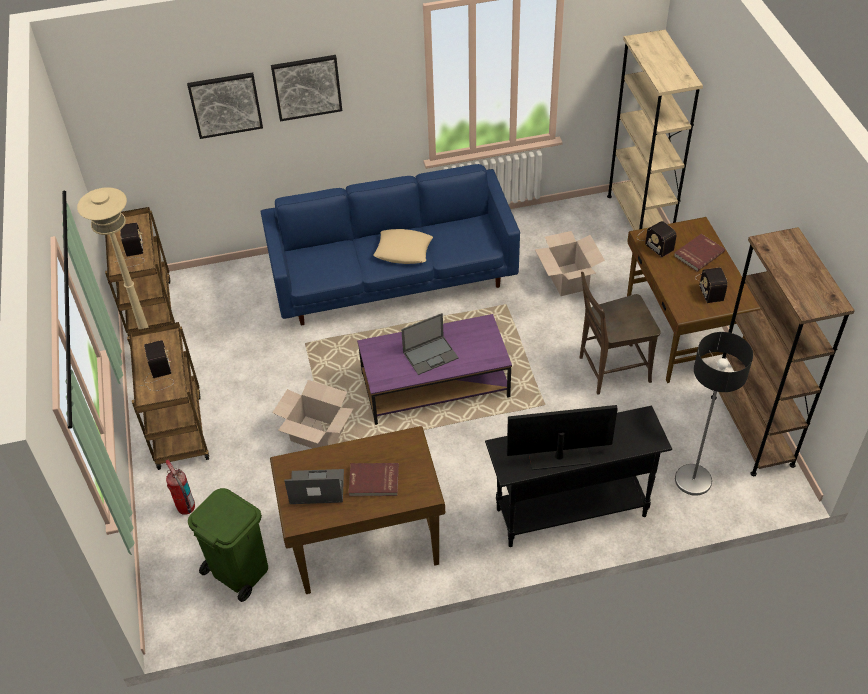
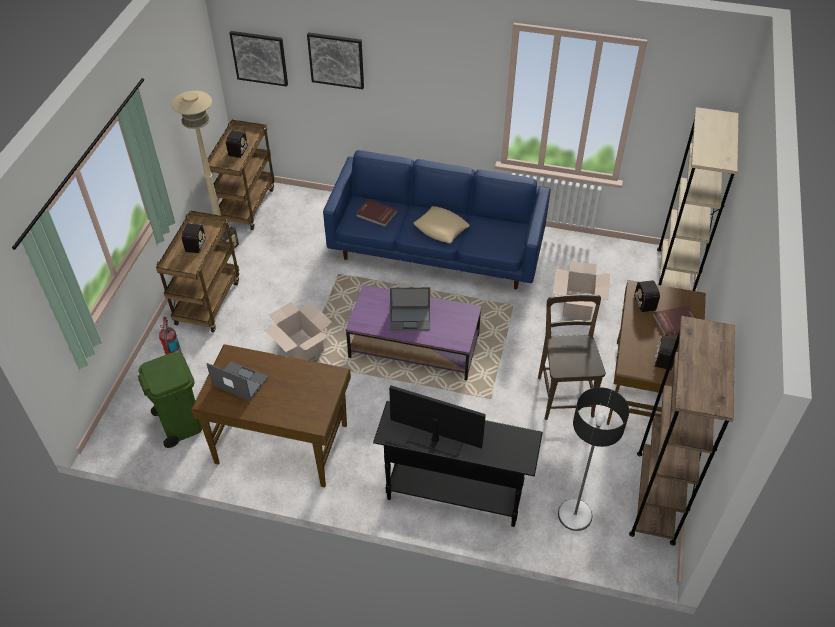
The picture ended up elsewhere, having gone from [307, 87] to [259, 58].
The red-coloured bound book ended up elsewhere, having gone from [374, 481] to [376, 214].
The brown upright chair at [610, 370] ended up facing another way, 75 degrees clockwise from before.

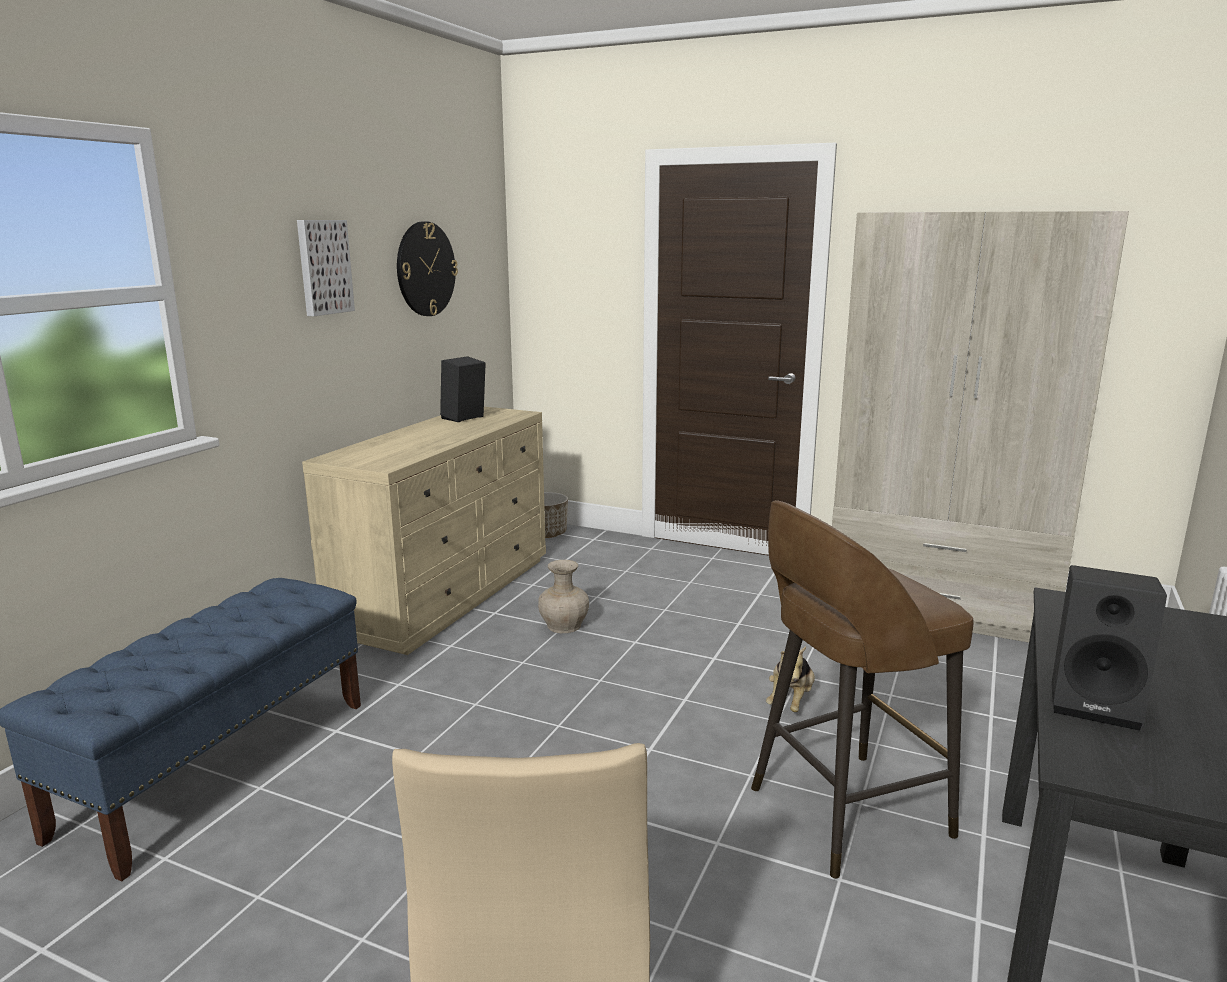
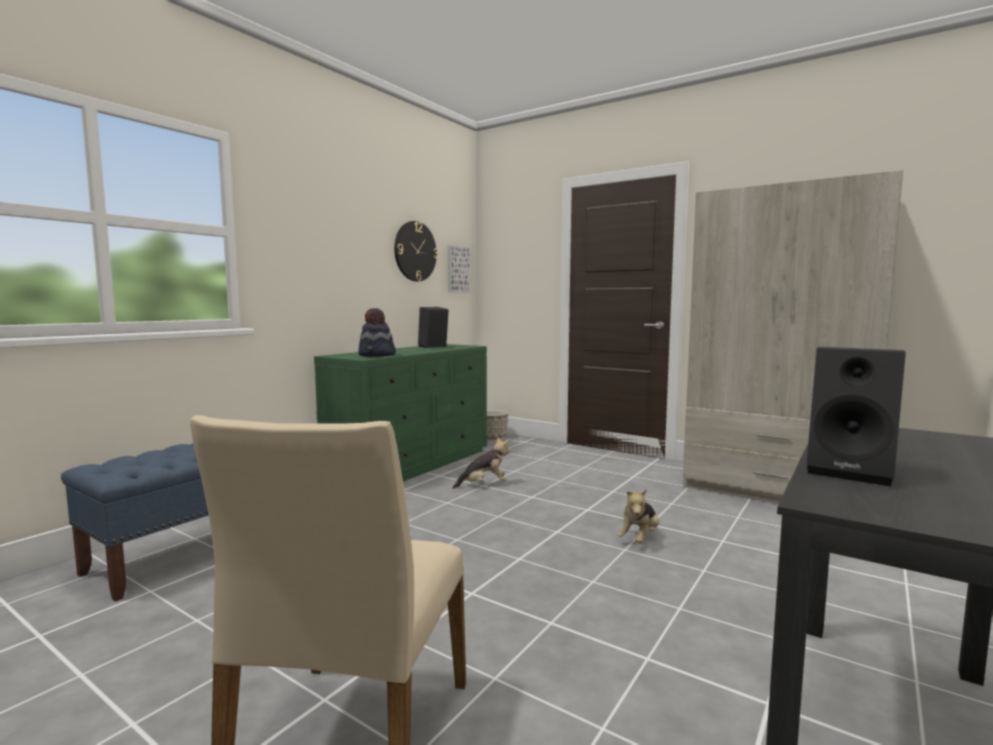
The second view lost the brown sitting stool at [843, 813].
The second view gained the wearable hat at [377, 355].
The picture ended up elsewhere, having gone from [323, 267] to [457, 269].
Where the beige decorative vase stood at [563, 626], the cuddly toy came to stand at [484, 485].
What was the beige drawer chest at [447, 595] turned into the green-coloured drawer chest at [412, 464].

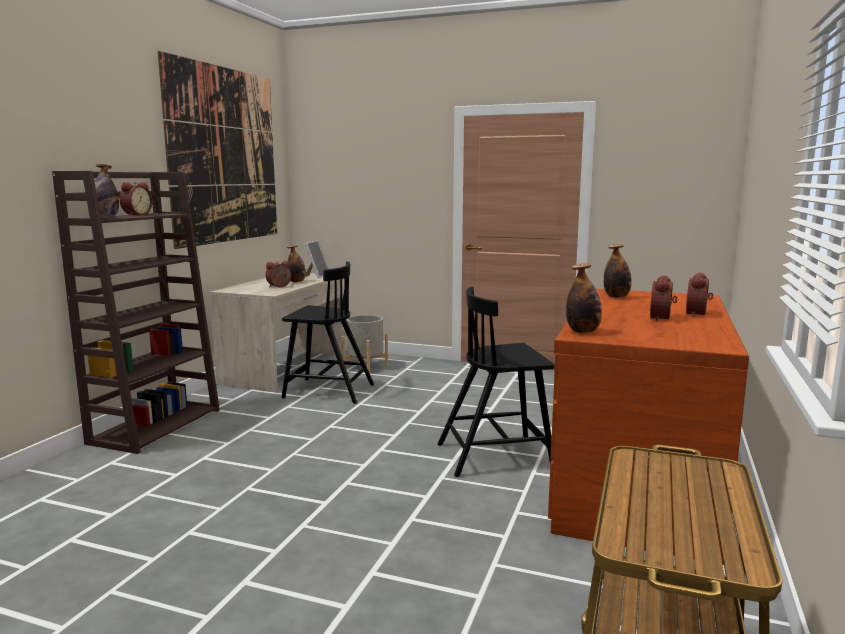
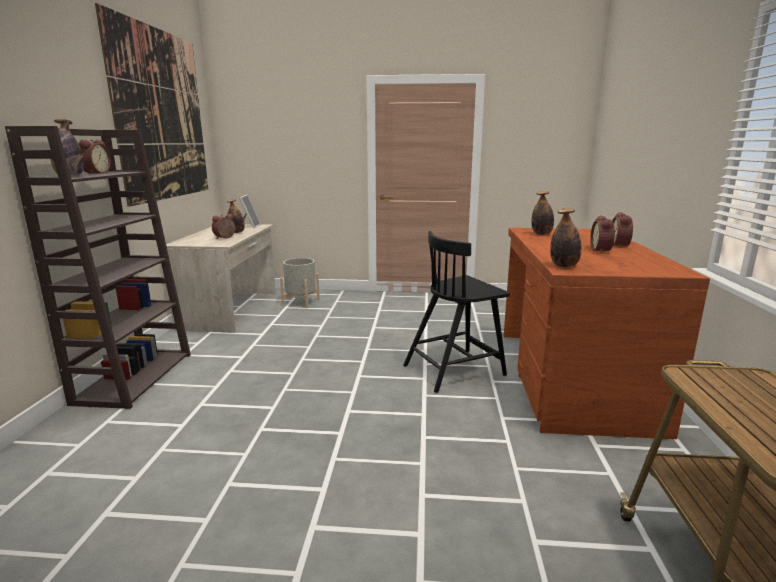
The second view lost the blackish upright chair at [327, 391].

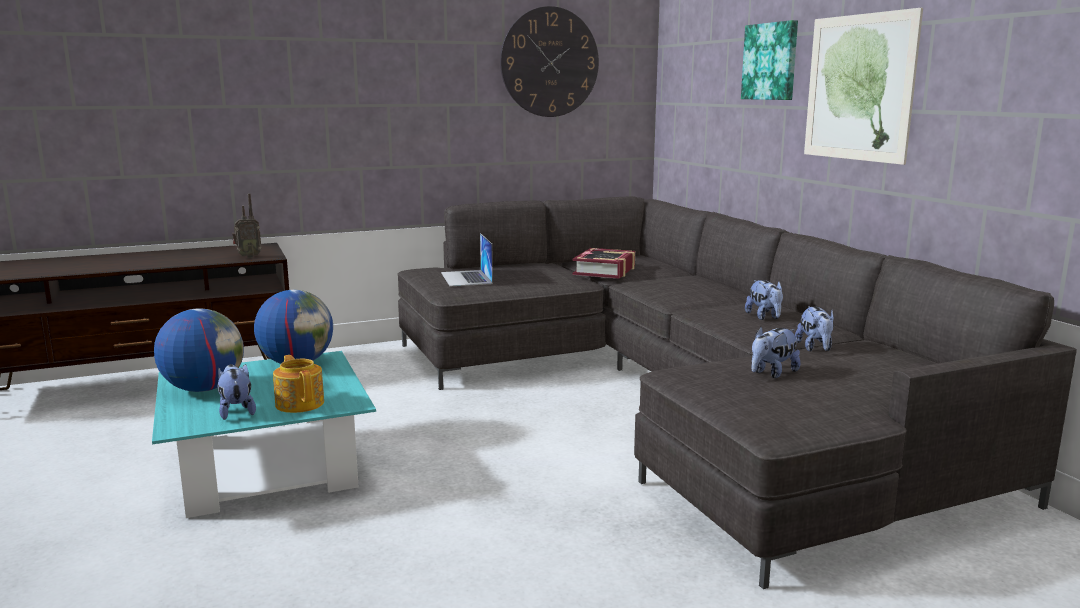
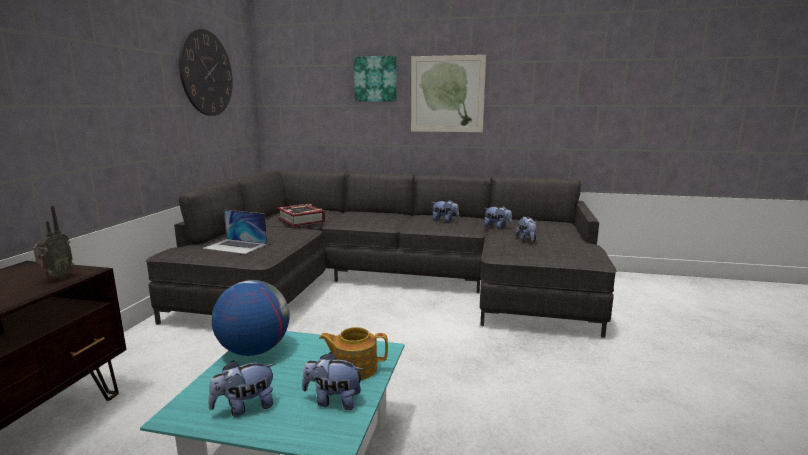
Where the globe stood at [203, 389], the cuddly toy came to stand at [245, 407].

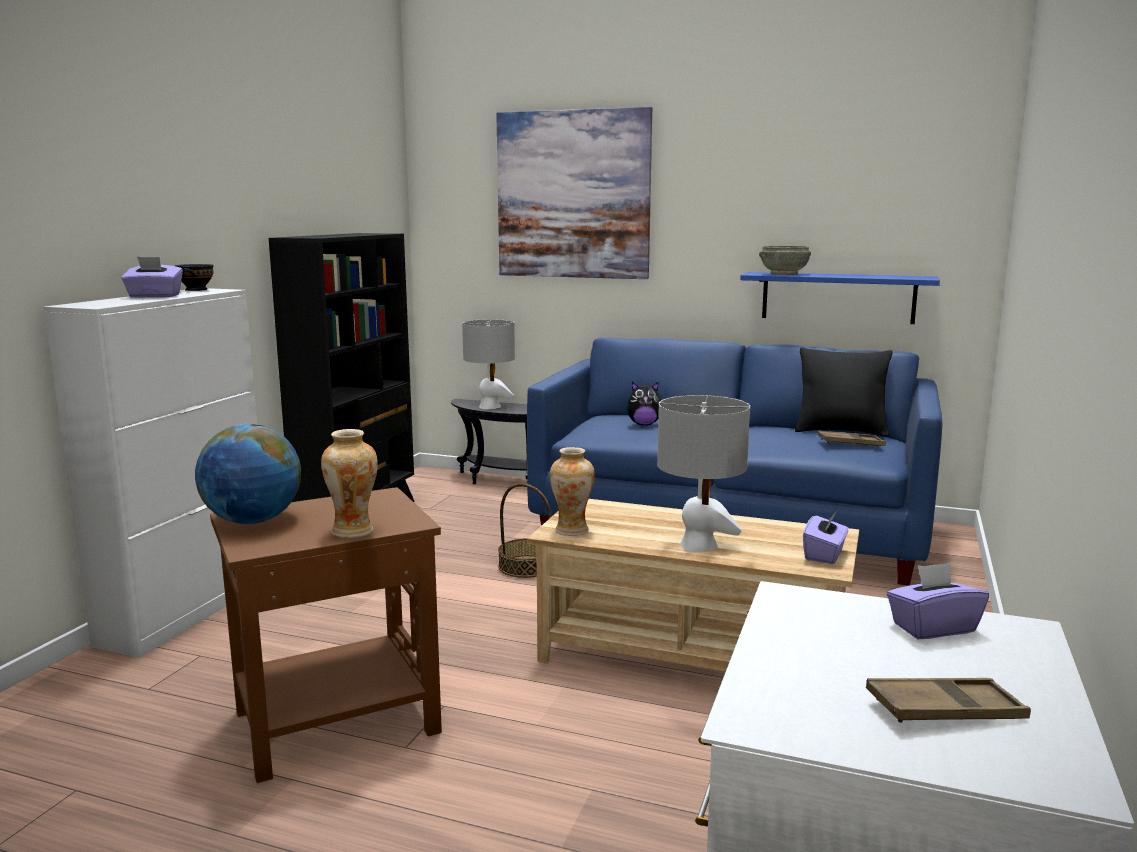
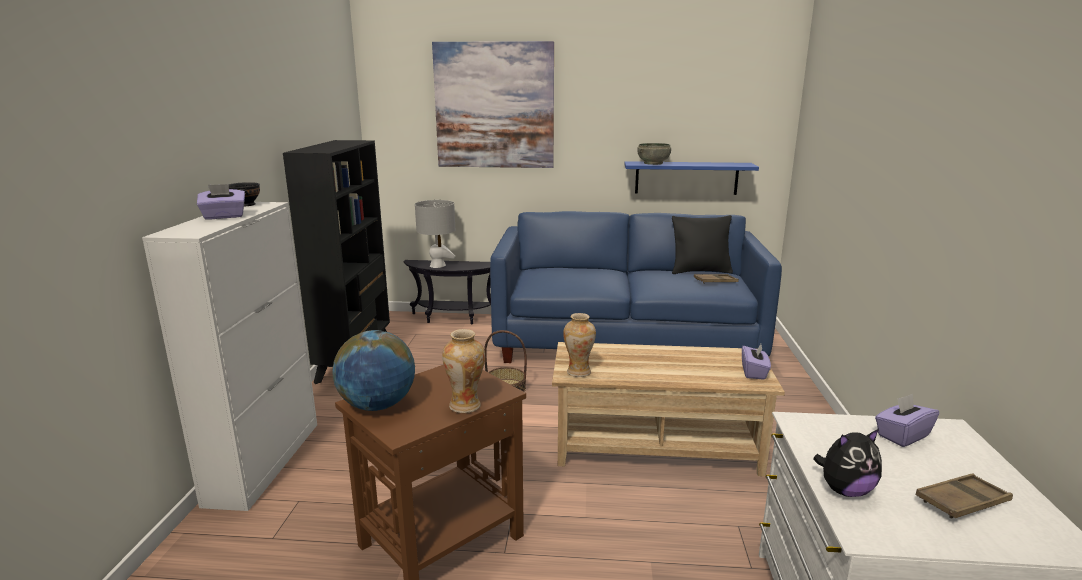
The second view lost the grey tabletop lamp at [699, 545].
The cuddly toy ended up elsewhere, having gone from [644, 424] to [845, 490].

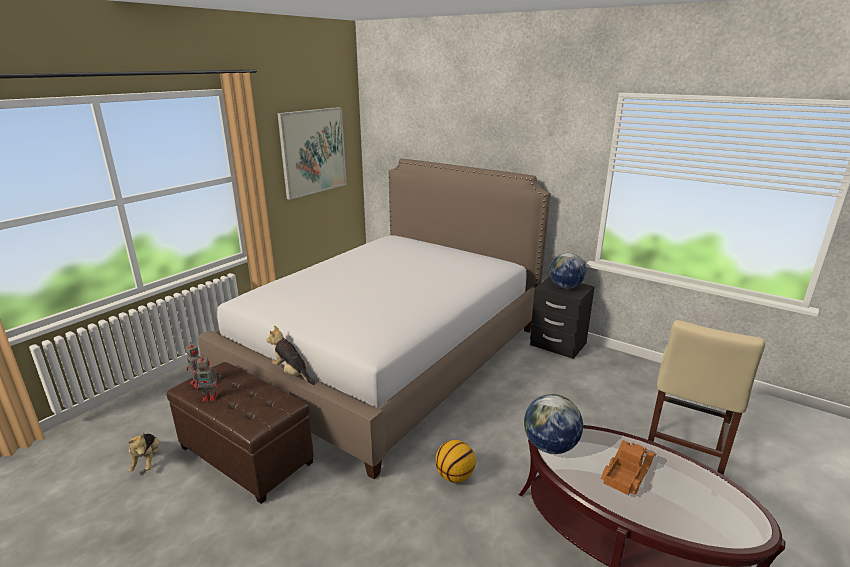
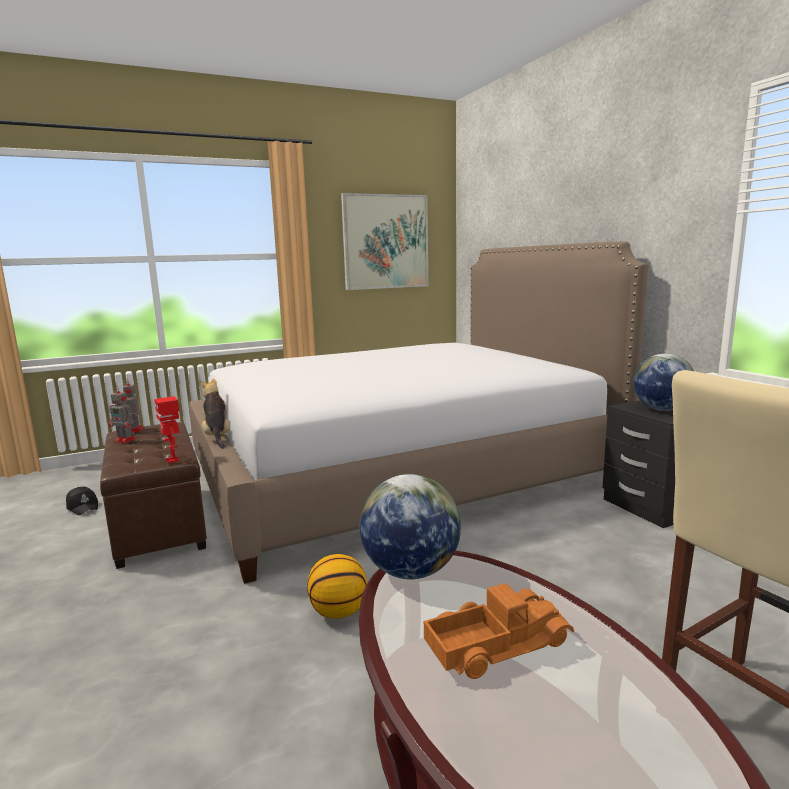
The second view gained the model robot at [173, 460].
Where the cuddly toy stood at [147, 461], the blackish baseball cap came to stand at [83, 506].

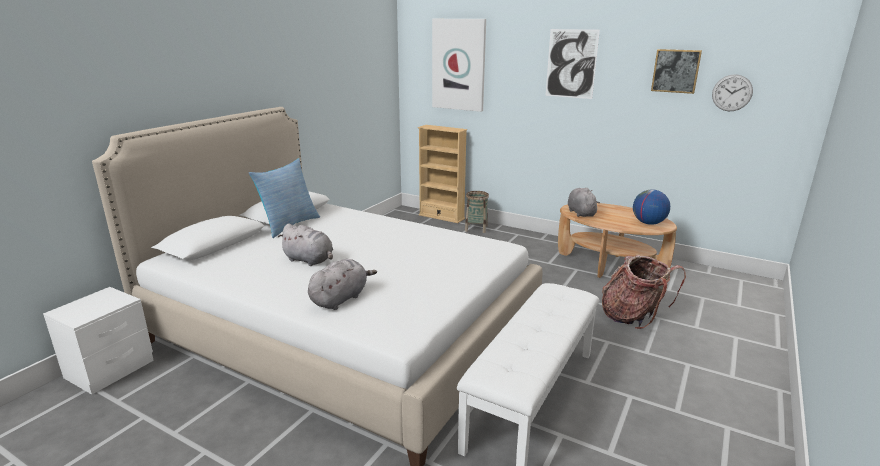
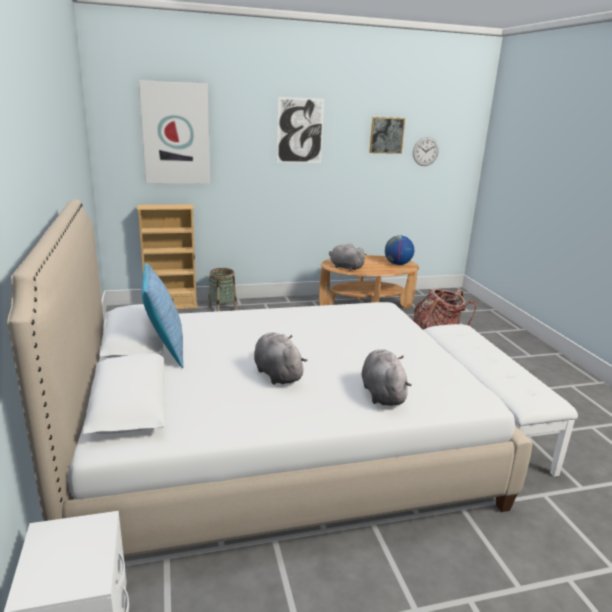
The grey cuddly toy at [310, 260] ended up facing another way, 105 degrees counterclockwise from before.

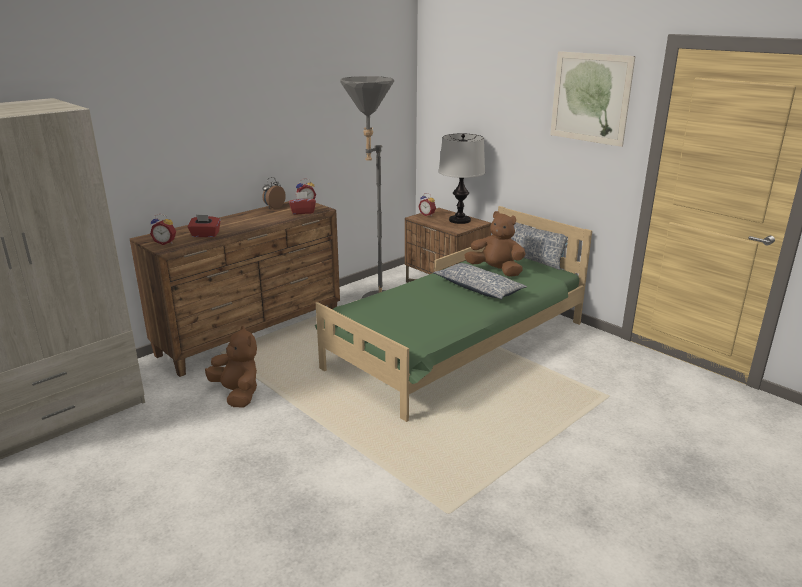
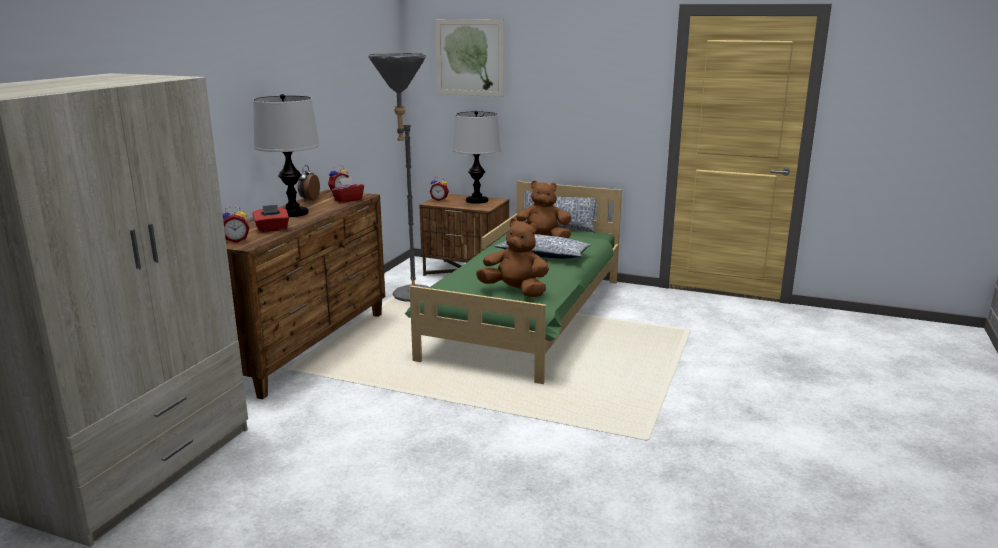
The second view gained the tabletop lamp at [293, 213].
The brown cuddly toy ended up elsewhere, having gone from [237, 394] to [515, 291].
The picture ended up elsewhere, having gone from [590, 98] to [469, 57].

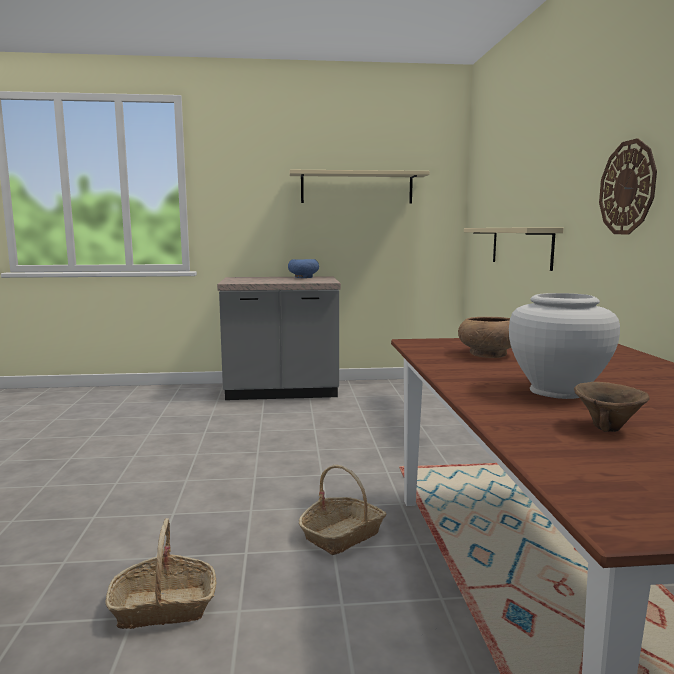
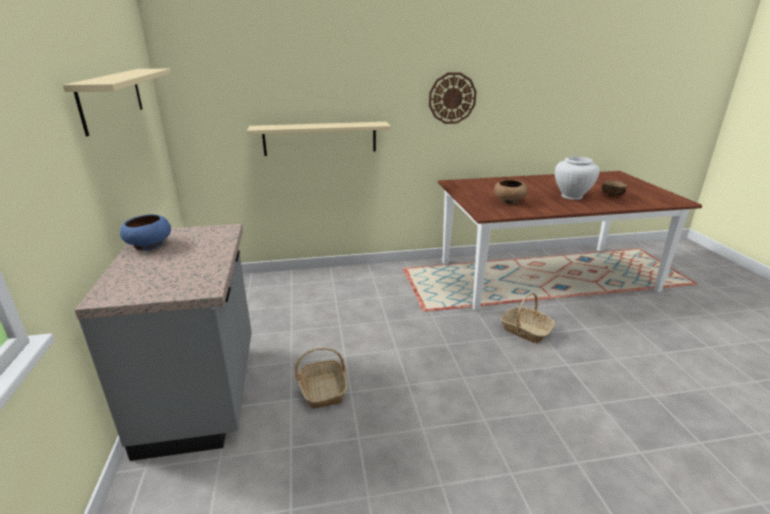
The basket ended up elsewhere, having gone from [164, 606] to [323, 390].

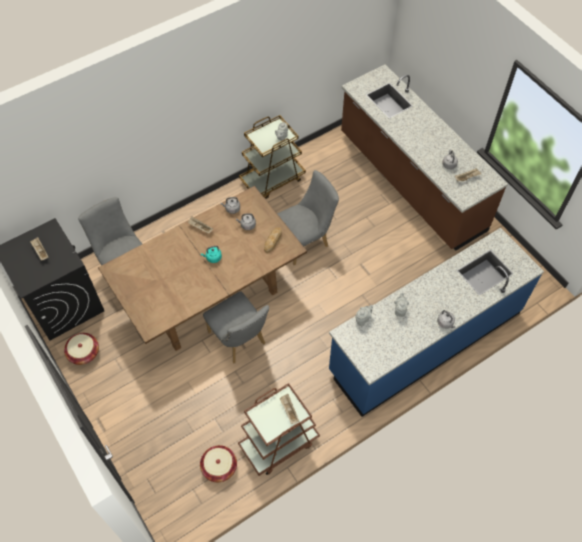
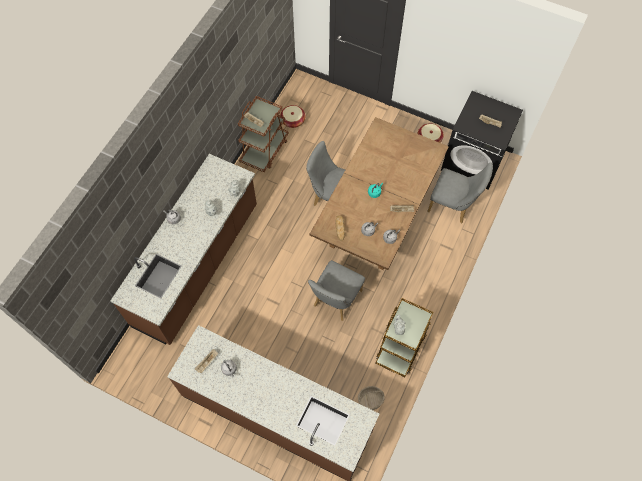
The second view gained the basket at [370, 400].
What was the blue kitchen counter at [425, 341] turned into the brown kitchen counter at [197, 265].

